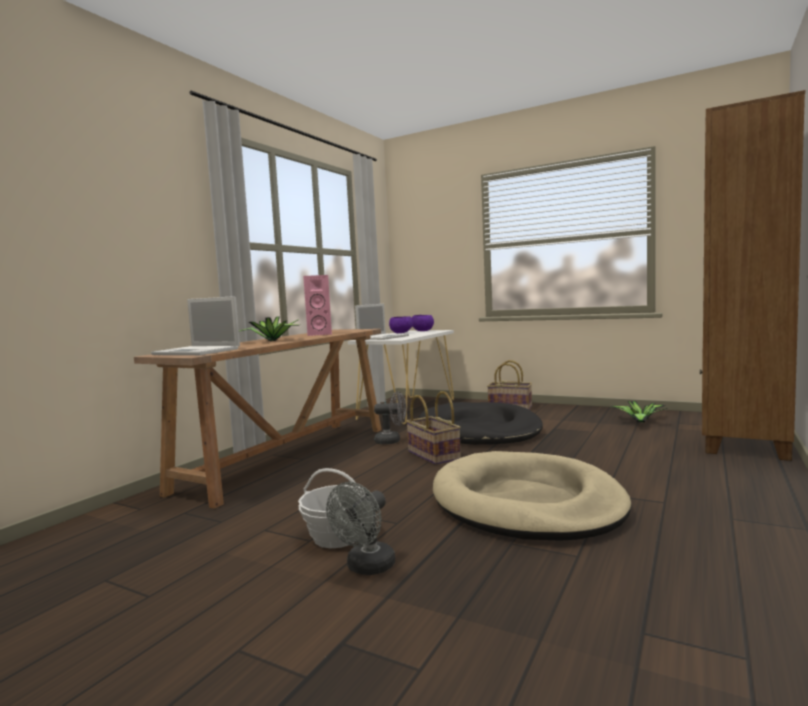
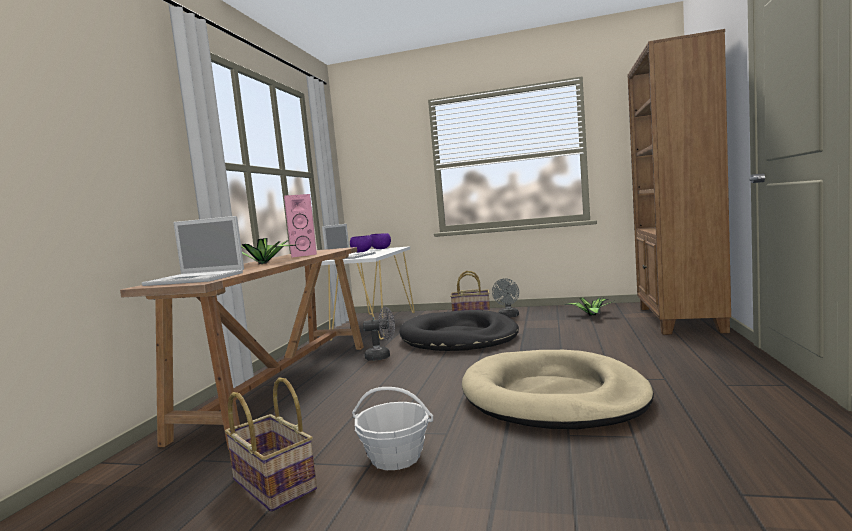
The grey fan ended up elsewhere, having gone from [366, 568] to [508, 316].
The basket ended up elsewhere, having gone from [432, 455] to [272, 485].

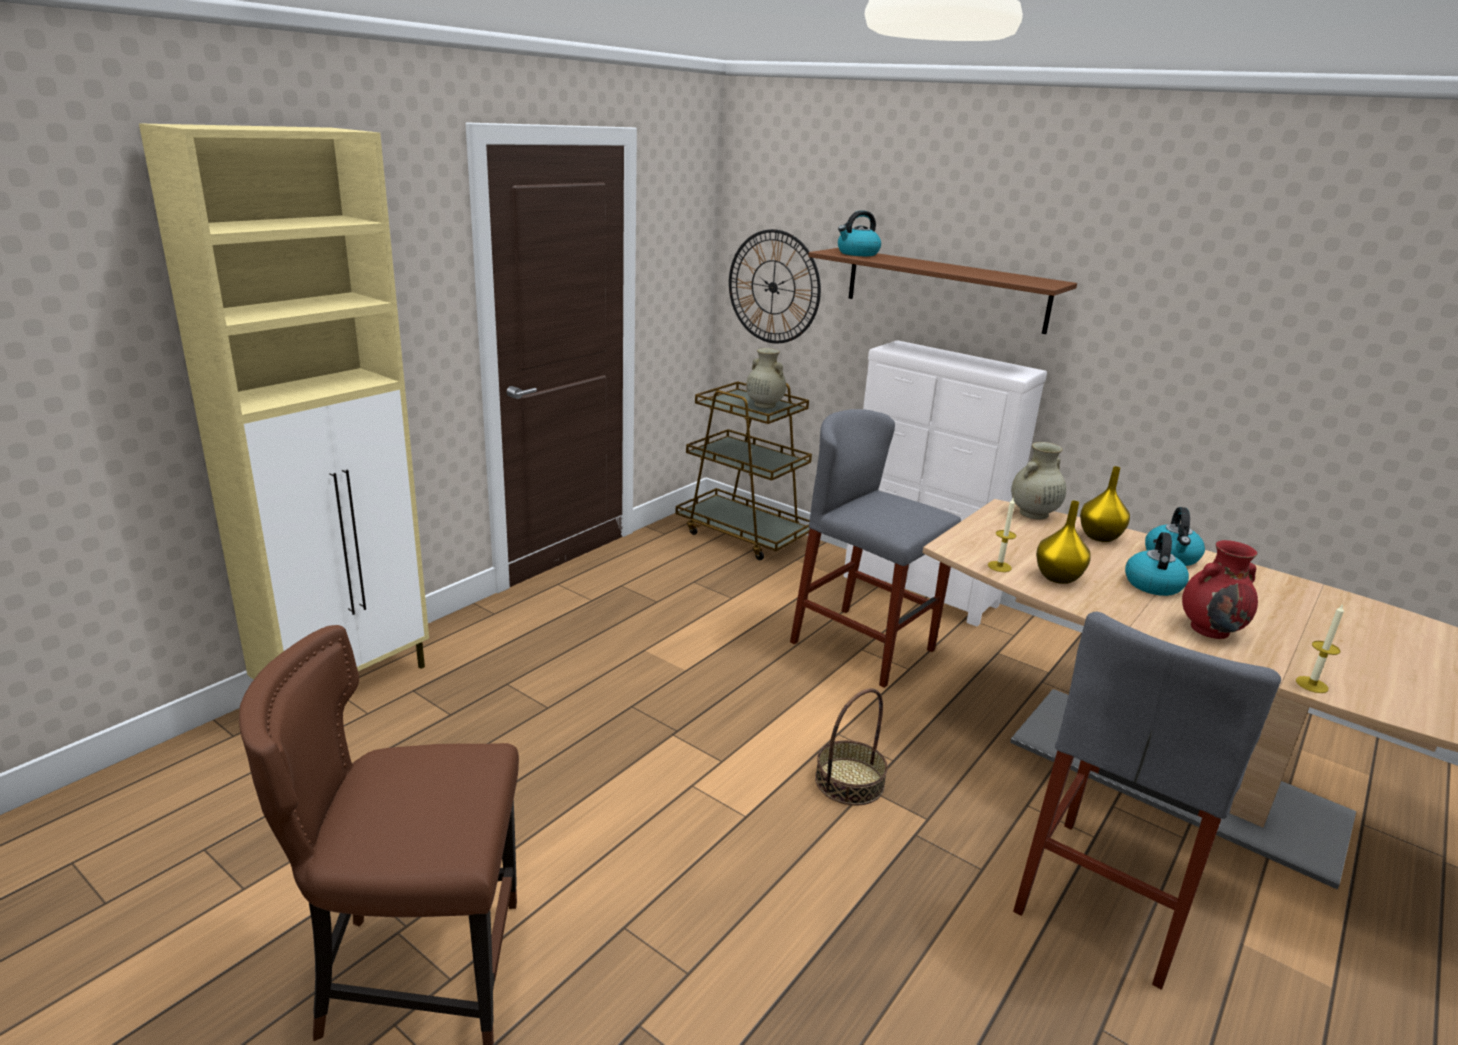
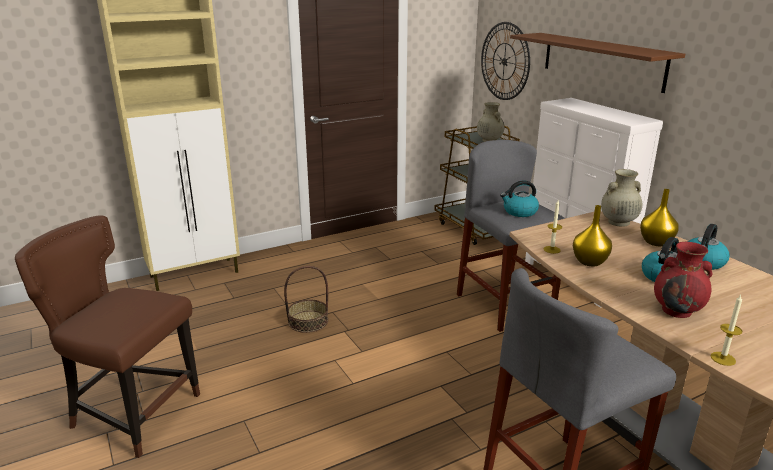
The basket ended up elsewhere, having gone from [849, 782] to [308, 321].
The water kettle ended up elsewhere, having gone from [857, 253] to [519, 212].

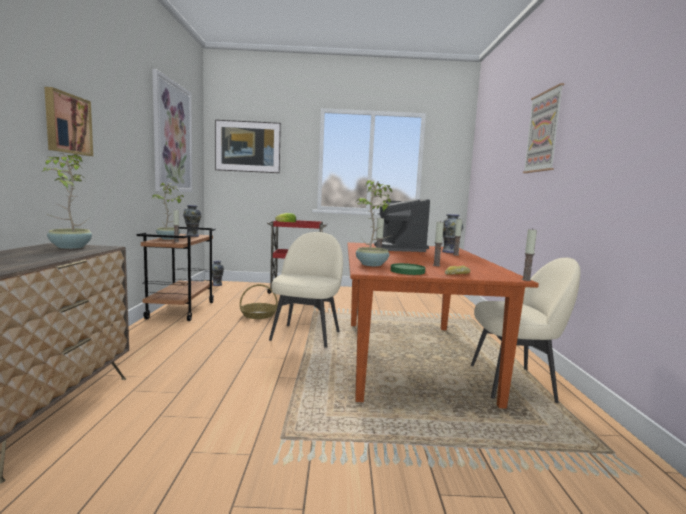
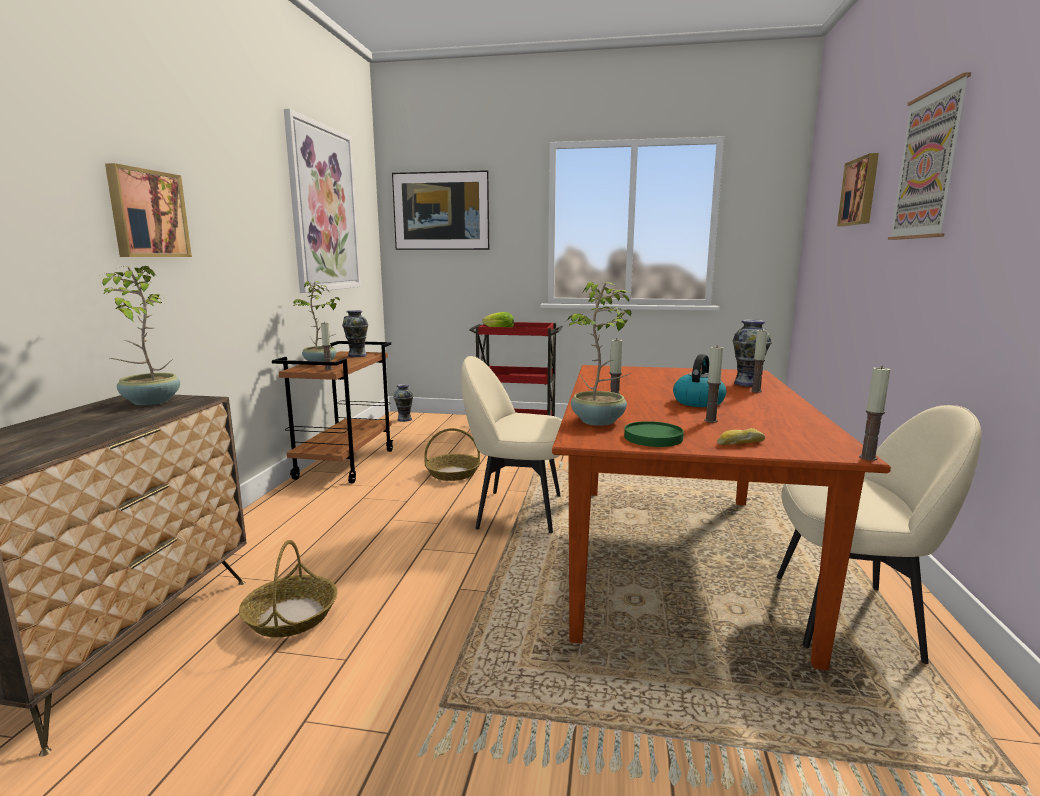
The second view lost the coffee machine at [400, 248].
The second view gained the basket at [291, 615].
The second view gained the water kettle at [698, 402].
The second view gained the picture at [860, 192].
The beige upright chair at [306, 335] ended up facing another way, 105 degrees counterclockwise from before.

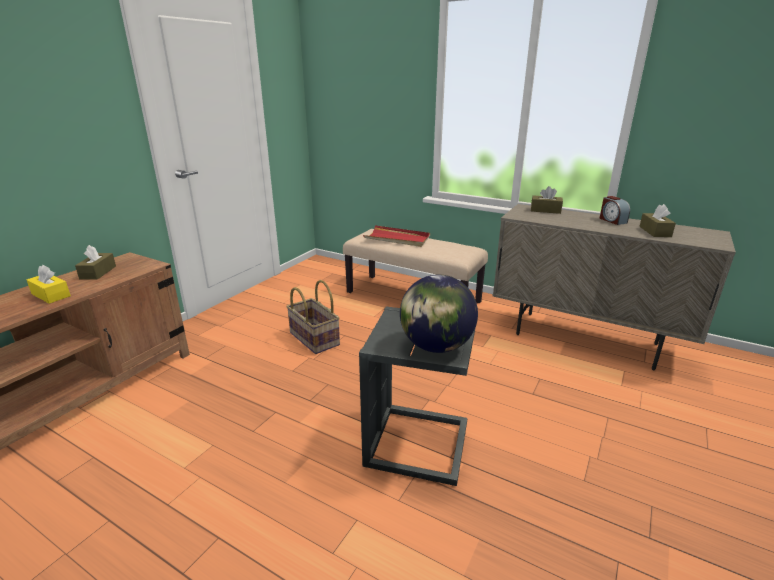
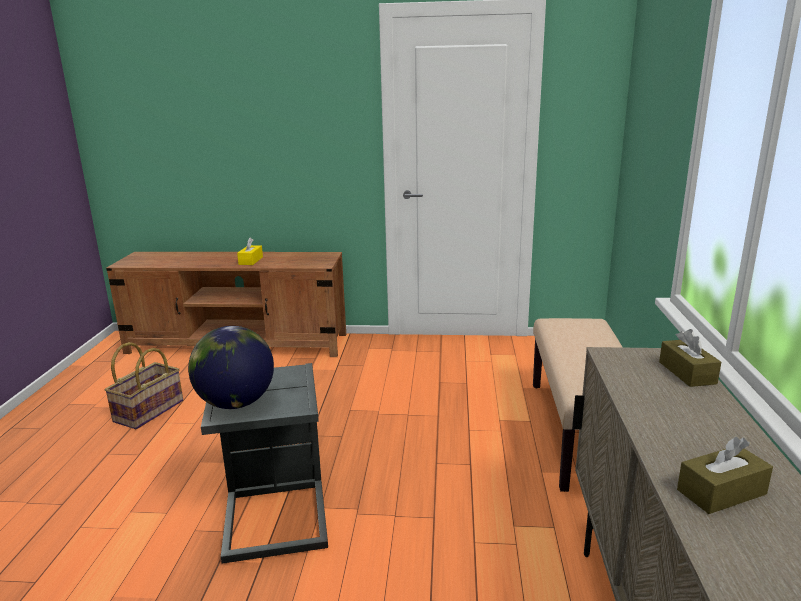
The second view lost the brown tissue holder at [98, 272].
The second view lost the red-coloured carrying tray at [397, 239].
The second view lost the alarm clock at [612, 220].
The basket ended up elsewhere, having gone from [313, 339] to [148, 410].

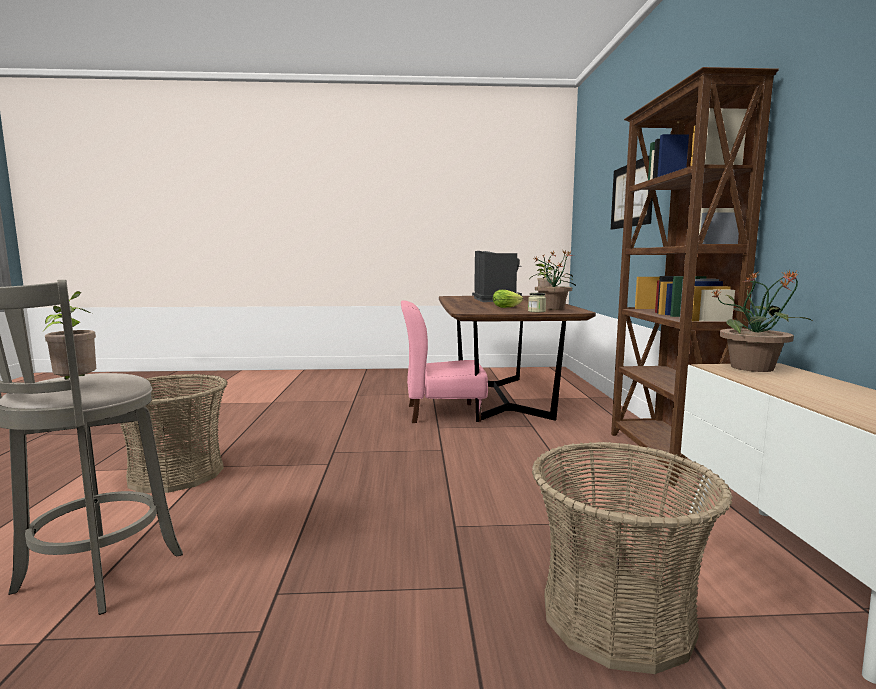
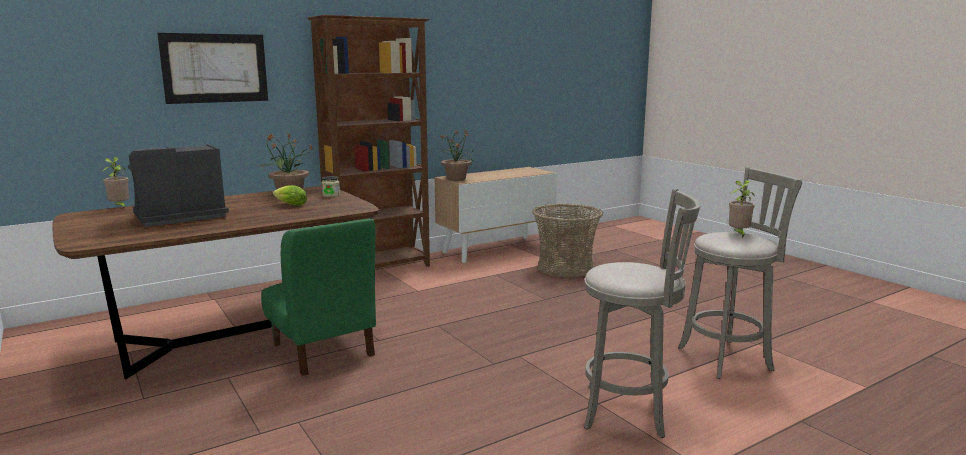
Where the basket stood at [176, 473], the grey sitting stool came to stand at [630, 411].
What was the pinkish upright chair at [442, 413] turned into the green-coloured upright chair at [323, 350].

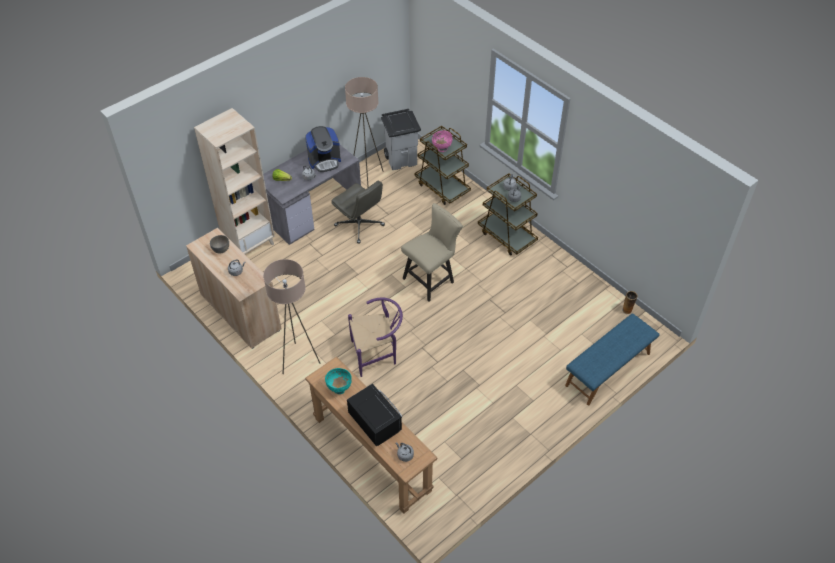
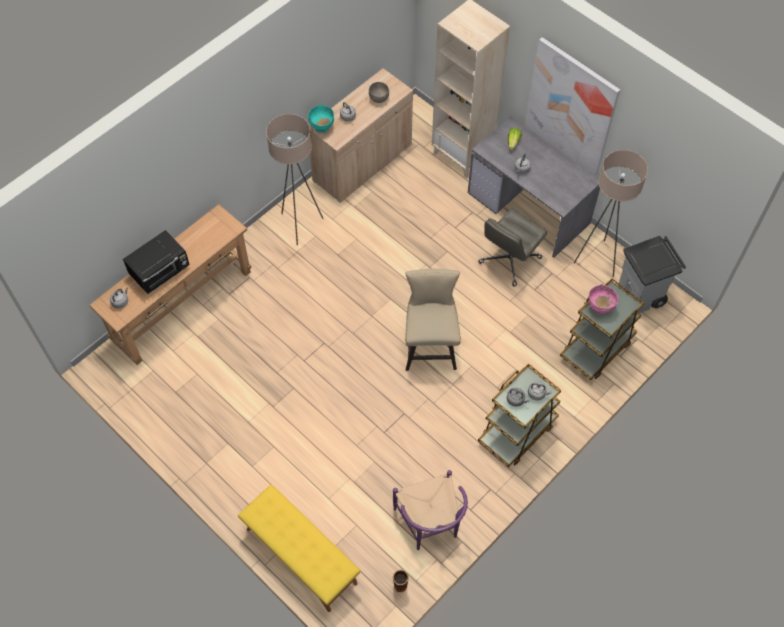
The second view lost the coffee machine at [324, 161].
The second view gained the picture at [571, 107].
The blue-green bowl ended up elsewhere, having gone from [339, 388] to [322, 128].
The purplish upright chair ended up elsewhere, having gone from [377, 354] to [430, 526].
What was the blue long seat at [608, 369] turned into the yellow-coloured long seat at [300, 556].
The beige upright chair at [431, 279] ended up facing another way, 135 degrees counterclockwise from before.

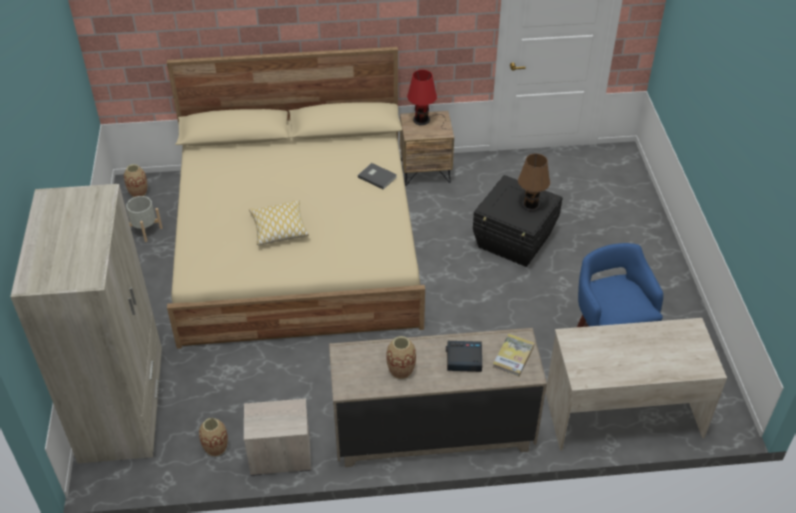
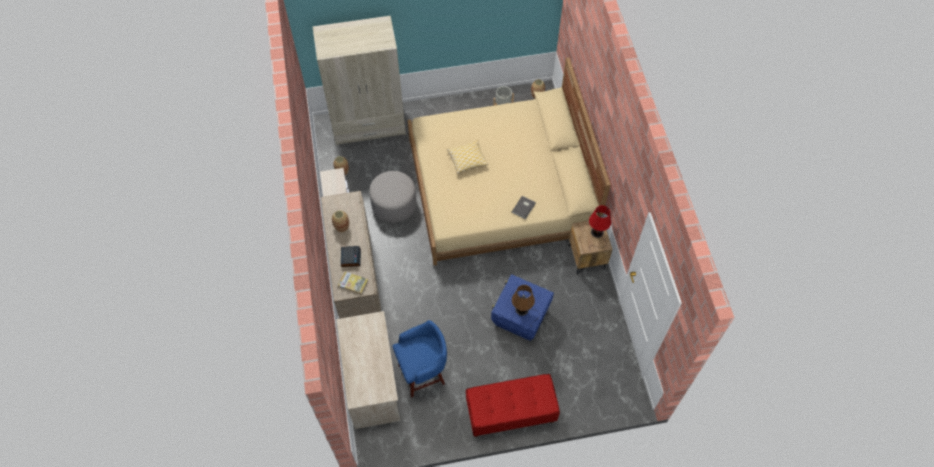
The second view gained the grey footrest at [394, 205].
The second view gained the red-coloured long seat at [510, 413].
What was the blackish storage box at [514, 241] turned into the blue storage box at [520, 317].

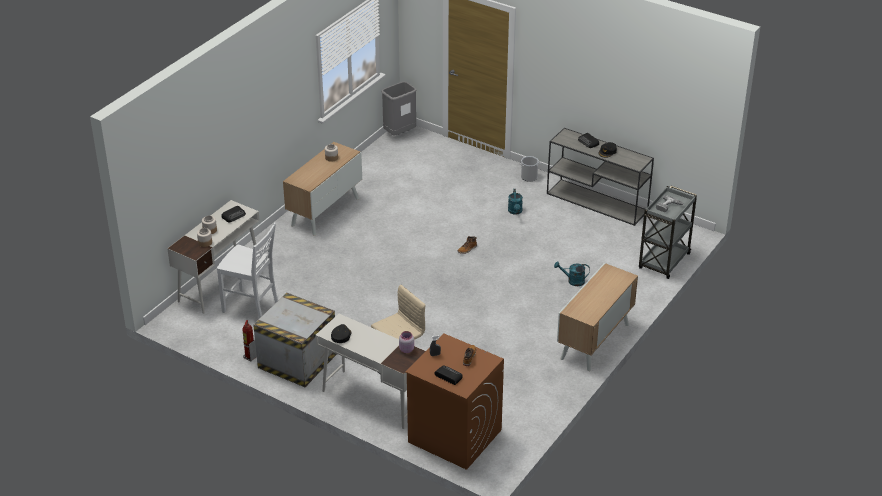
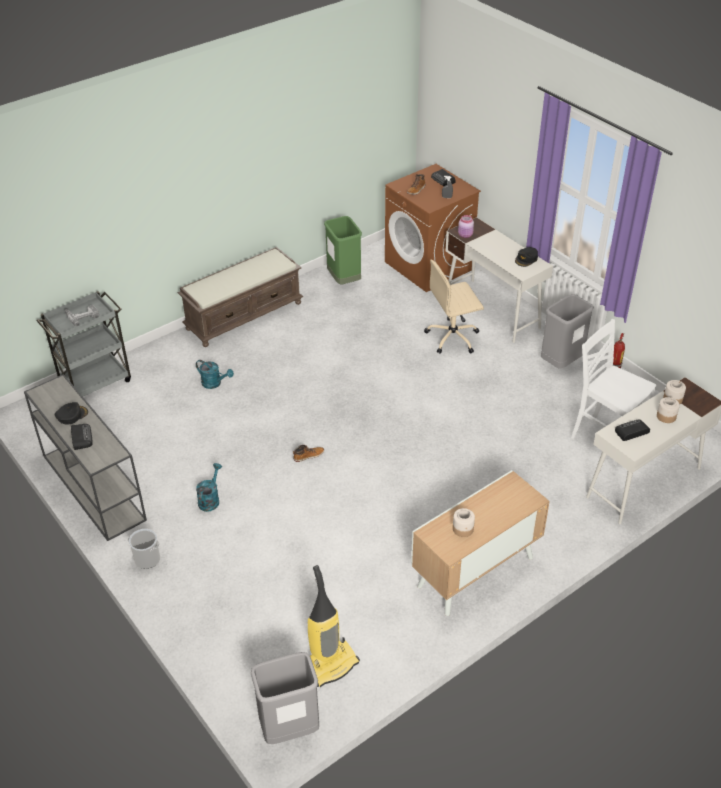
The second view gained the vacuum cleaner at [331, 664].
The second view gained the green-coloured rubbish bin at [343, 280].
Where the crate stood at [297, 361], the grey rubbish bin came to stand at [561, 362].
Where the storage cabinet stood at [595, 342], the brown long seat came to stand at [244, 315].

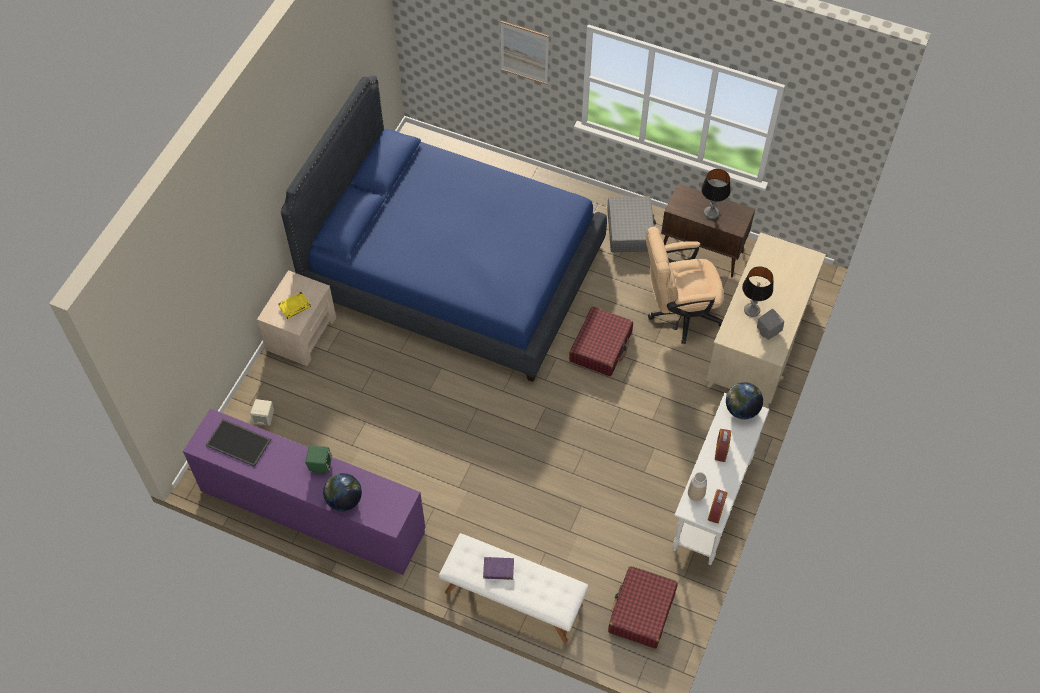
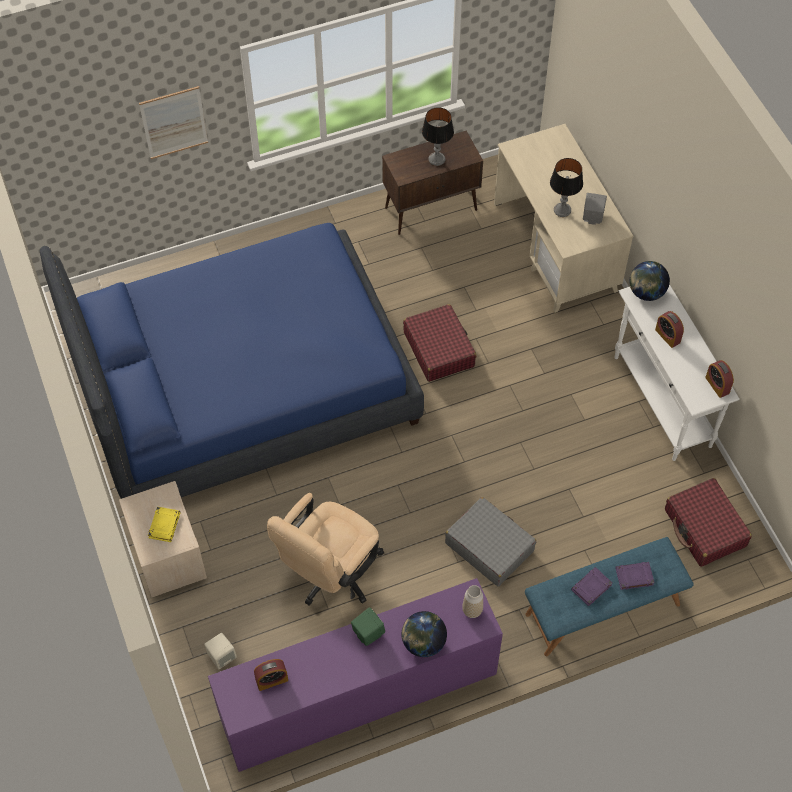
The second view gained the purplish bound book at [634, 577].
The grey piece of luggage ended up elsewhere, having gone from [630, 230] to [489, 547].
The beige computer chair ended up elsewhere, having gone from [678, 313] to [330, 575].
The decorative vase ended up elsewhere, having gone from [695, 495] to [472, 610].
Where the carrying tray stood at [239, 442], the alarm clock came to stand at [272, 680].
What was the white-coloured long seat at [513, 599] turned into the blue long seat at [603, 610].

